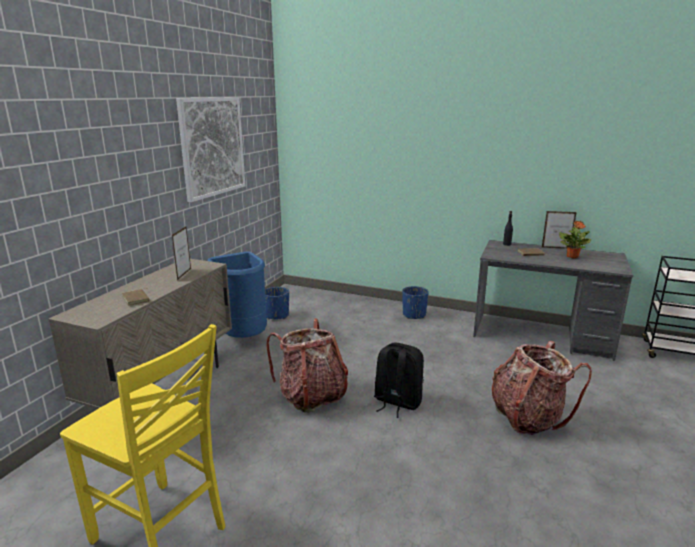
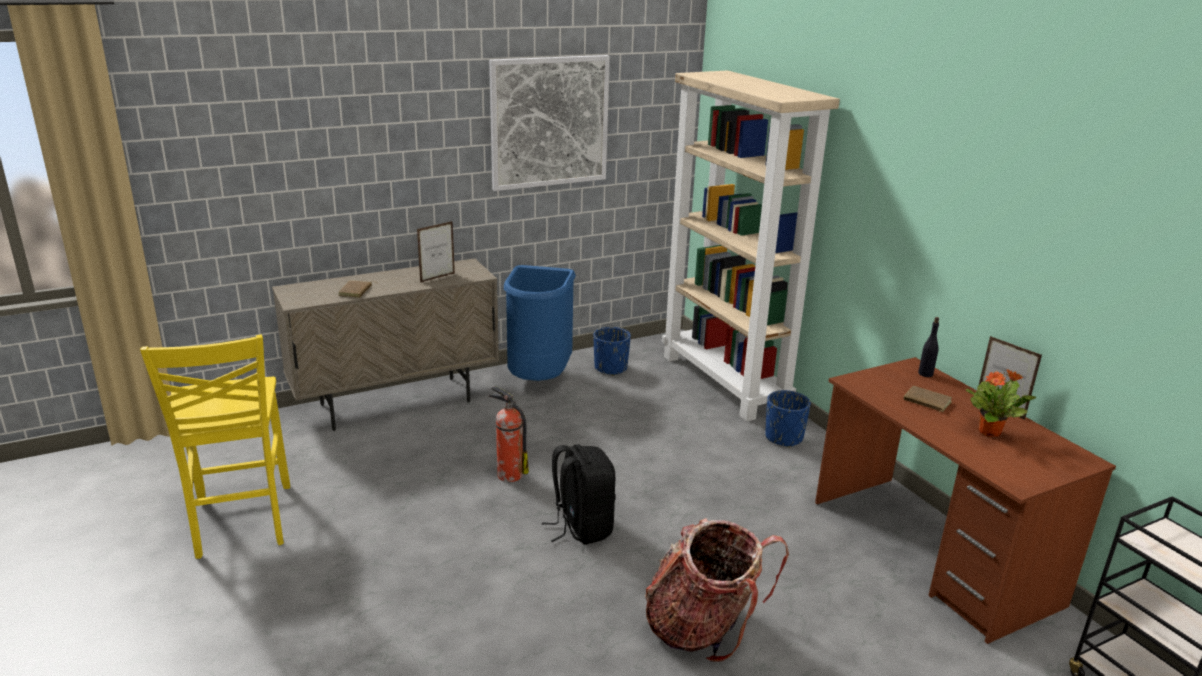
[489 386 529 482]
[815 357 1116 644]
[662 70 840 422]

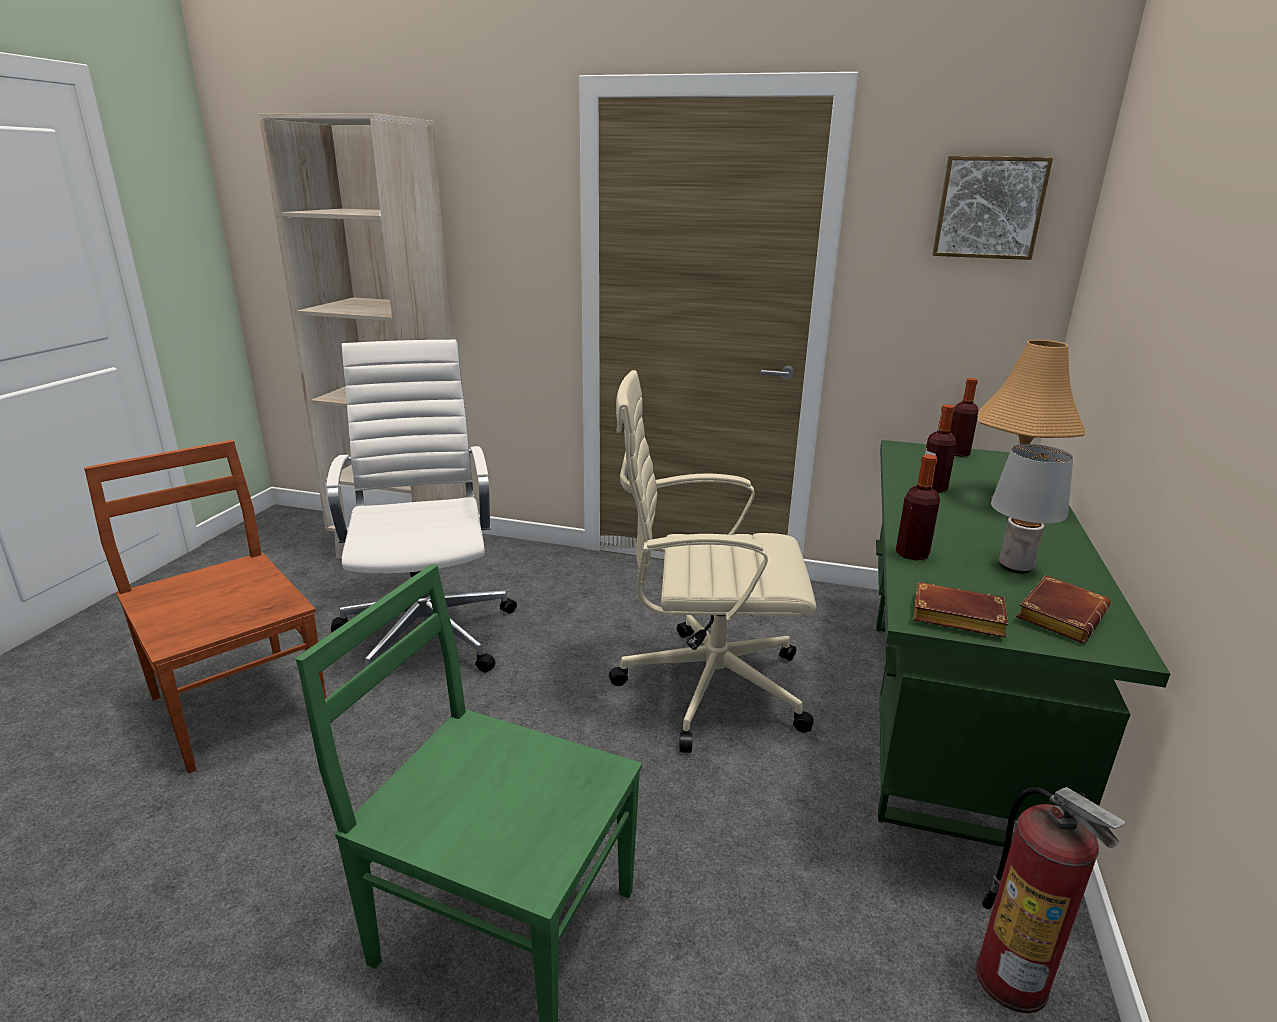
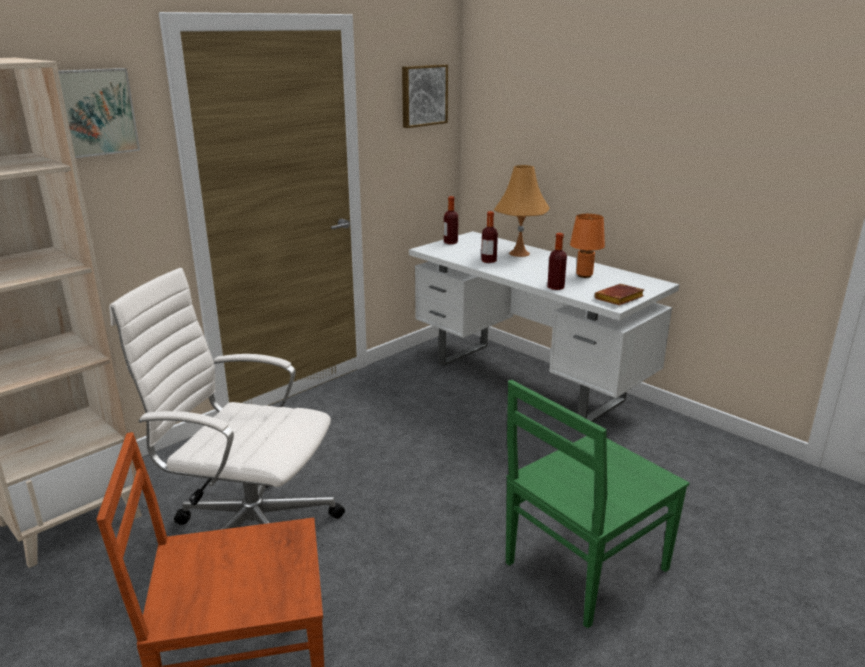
[609 370 816 753] (first image)
[409 231 679 422]
[976 787 1126 1013] (first image)
[570 214 605 278]
[1016 575 1110 643] (first image)
[58 68 140 158]

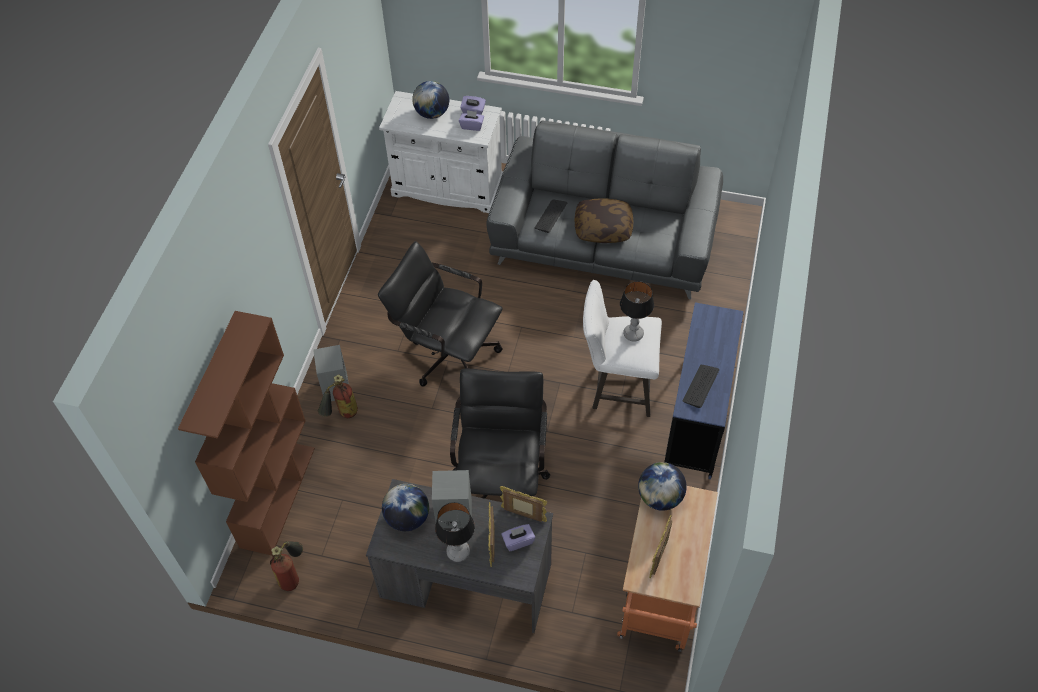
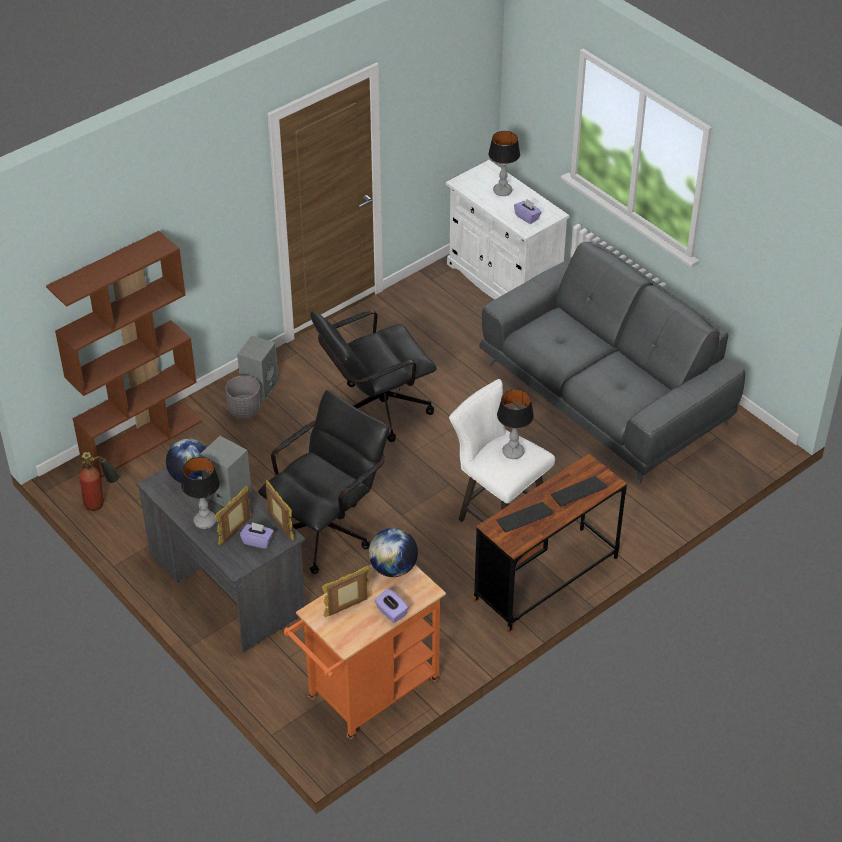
[225 376 261 418]
[311 310 437 442]
[488 131 520 196]
[374 588 409 623]
[551 476 607 506]
[574 198 634 243] (first image)
[473 454 627 632]

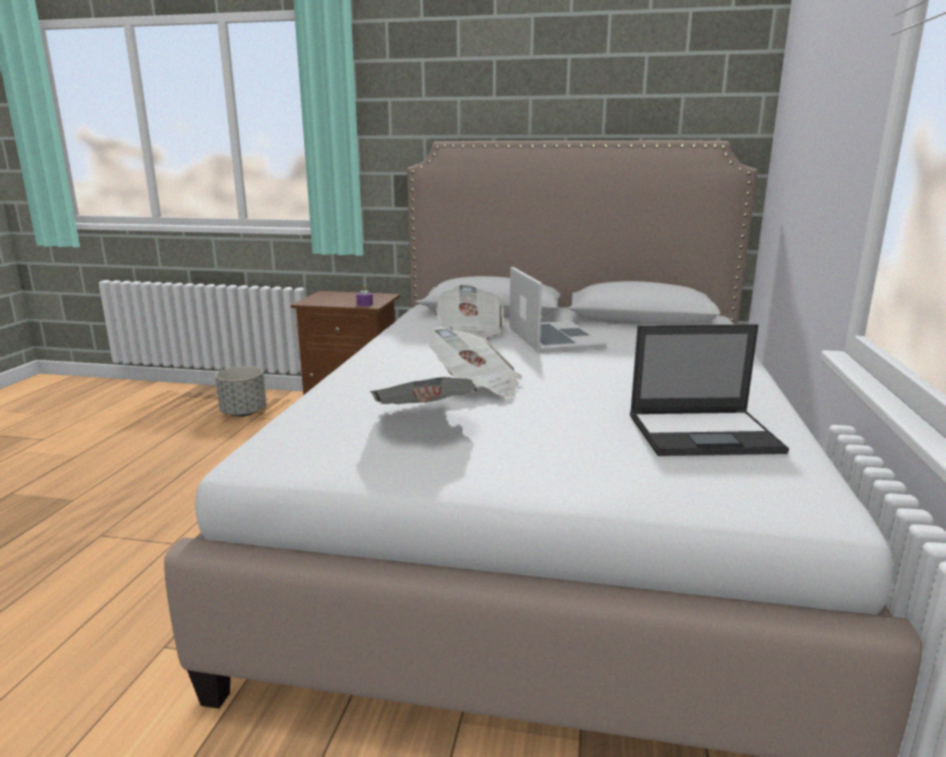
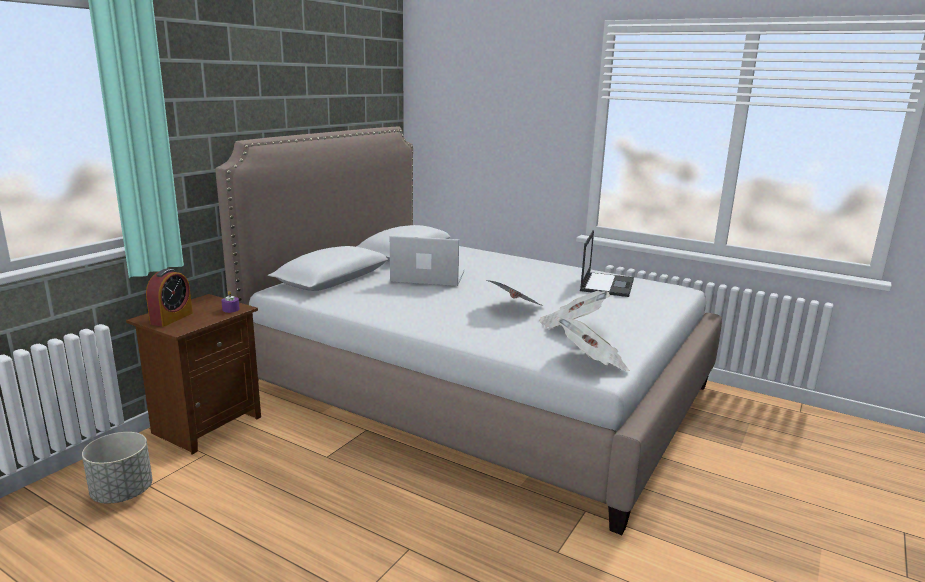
[556 318 630 371]
[146 269 193 327]

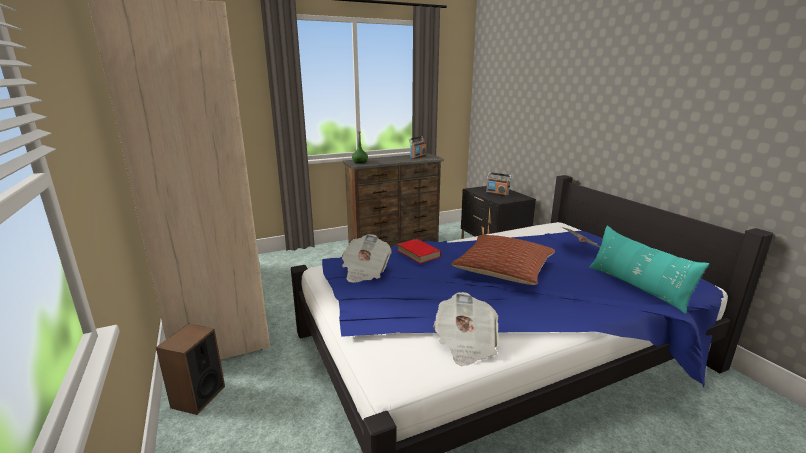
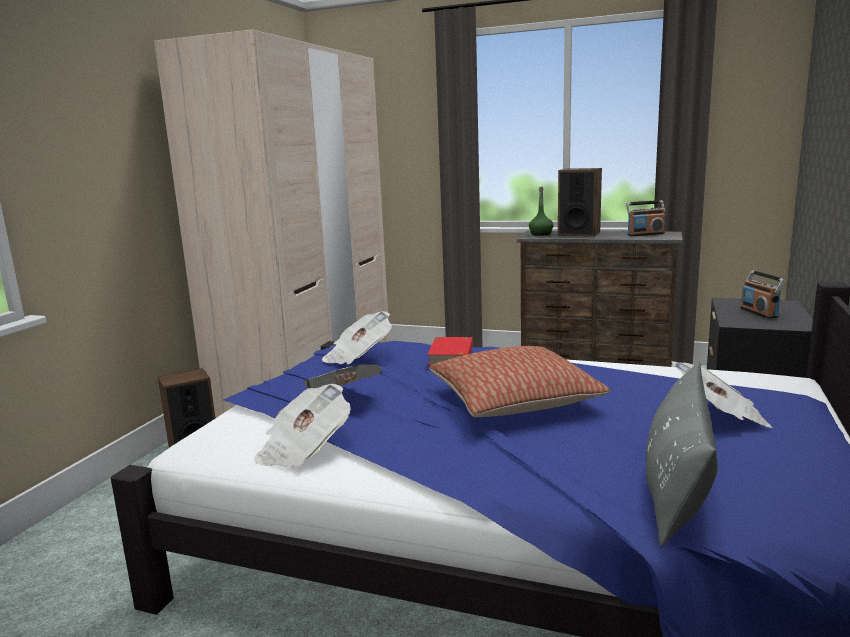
[646 361 718 547]
[304 364 383 388]
[558 168 602 236]

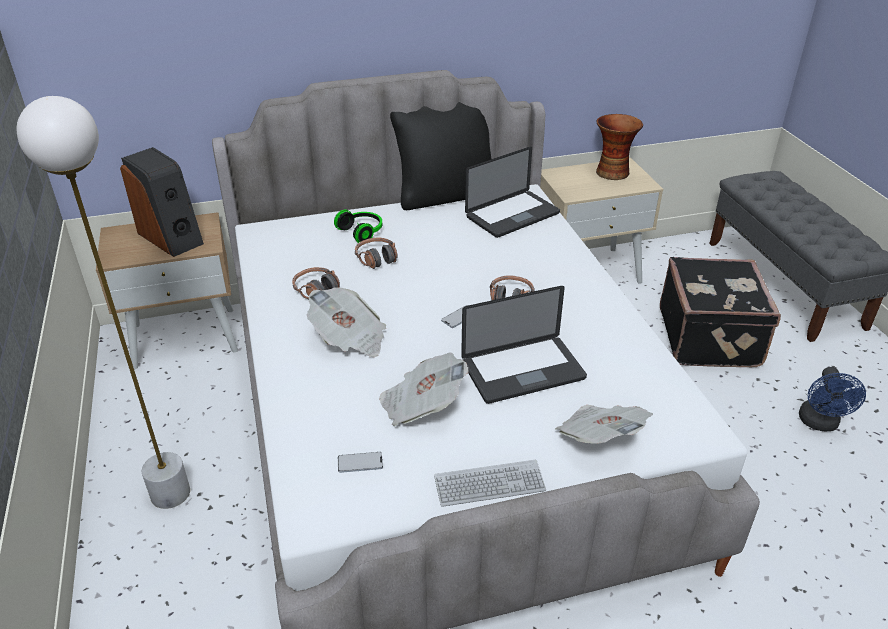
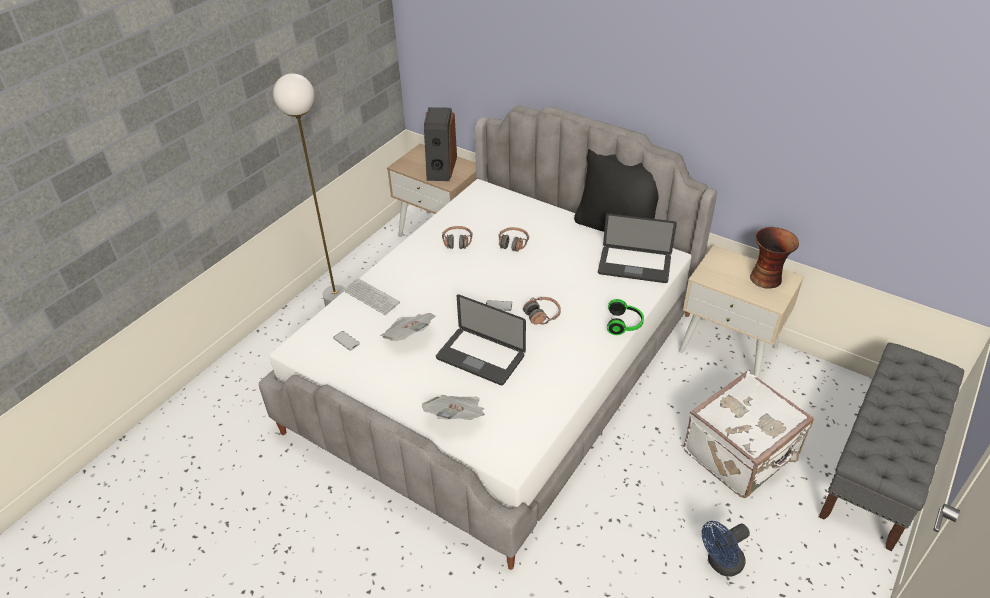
[307 287 386 357] (first image)
[607 299 644 335]
[343 278 400 315]
[684 370 813 498]

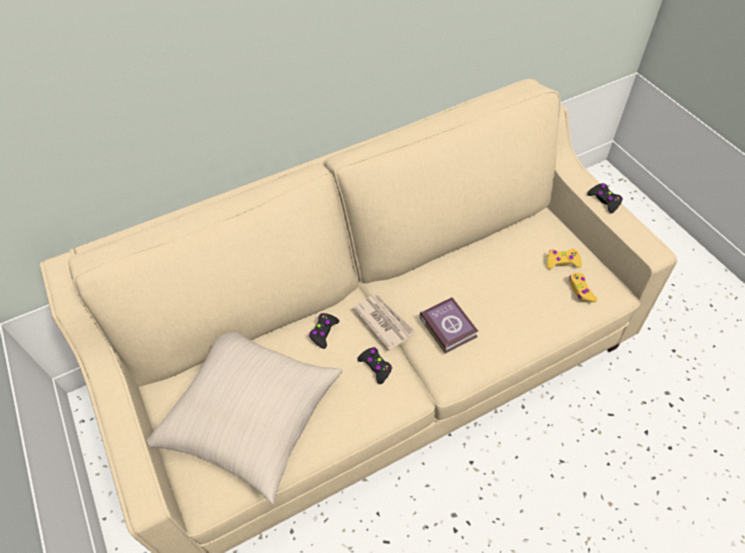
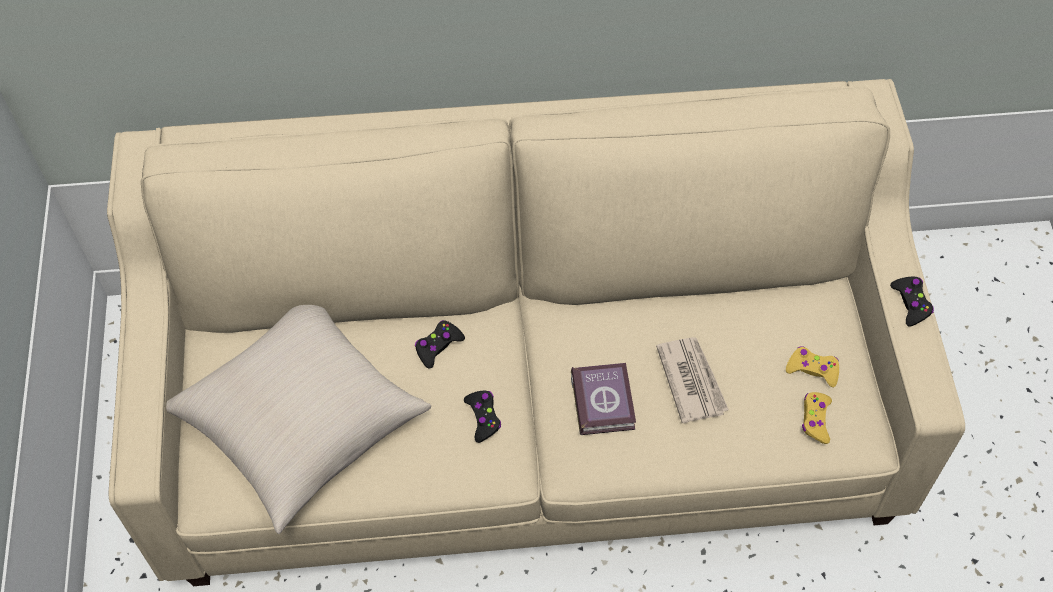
[656 337 729 423]

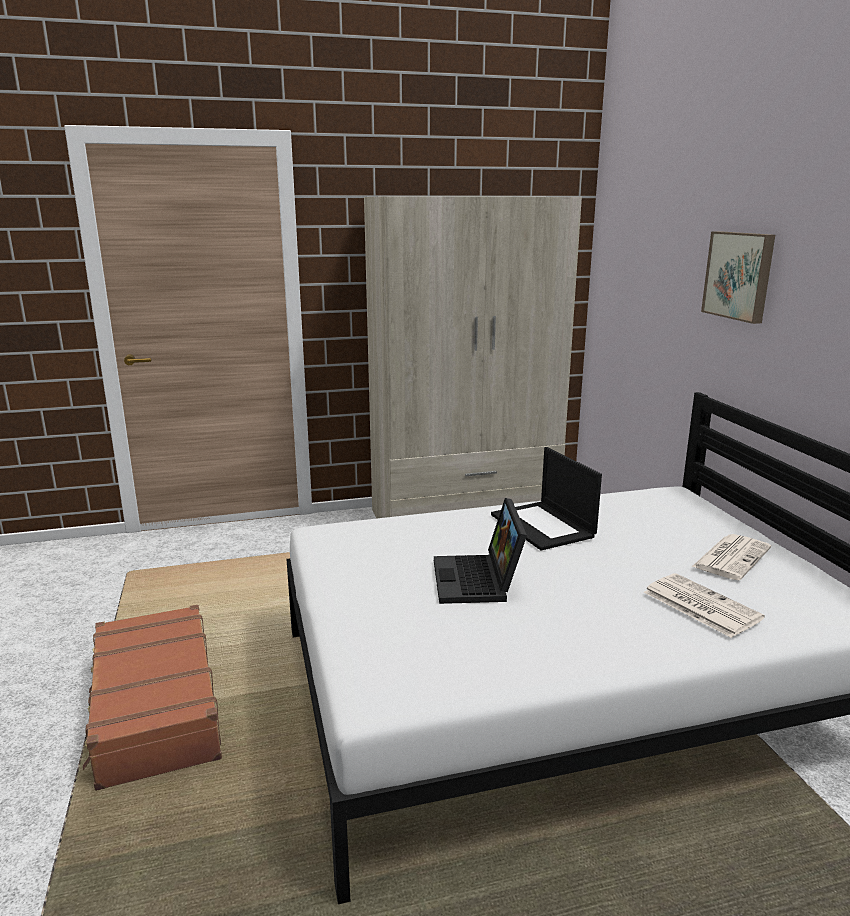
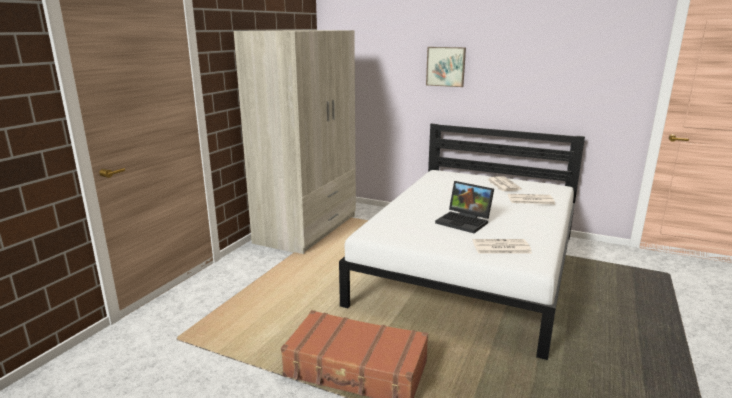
[491 447 602 551] (first image)
[473 239 532 253]

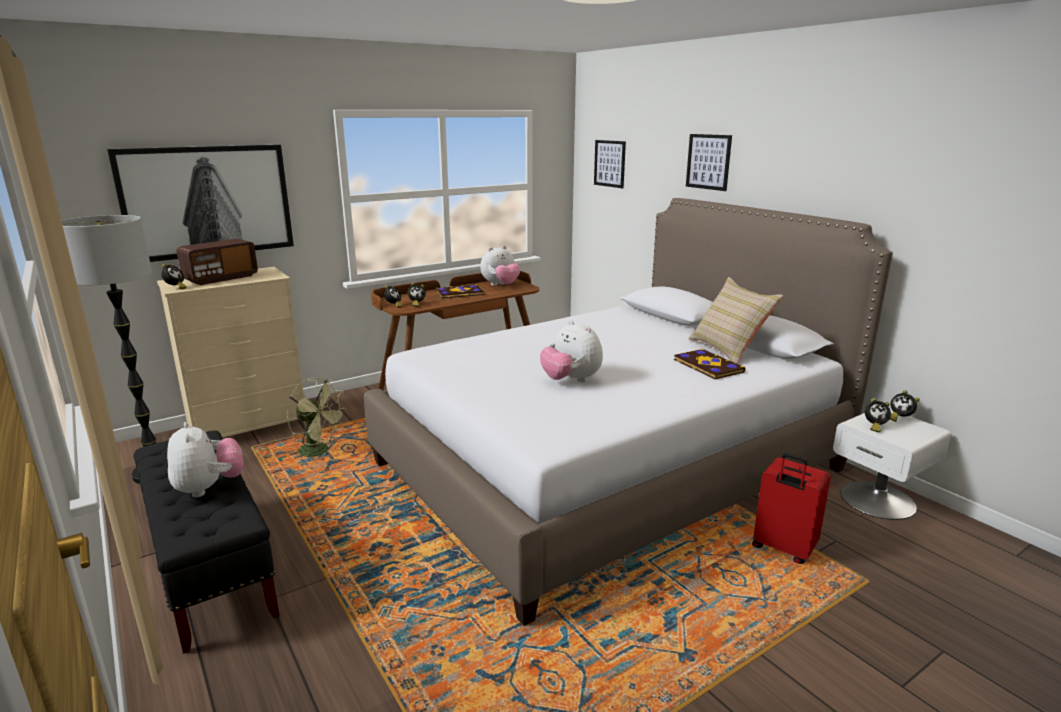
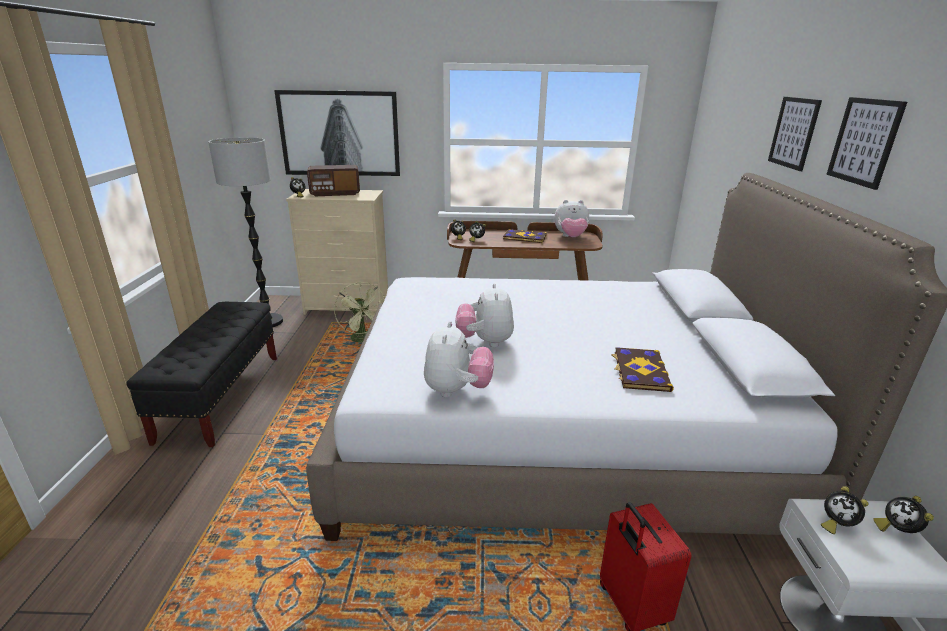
[424 321 494 397]
[826 97 907 190]
[689 277 783 364] (first image)

